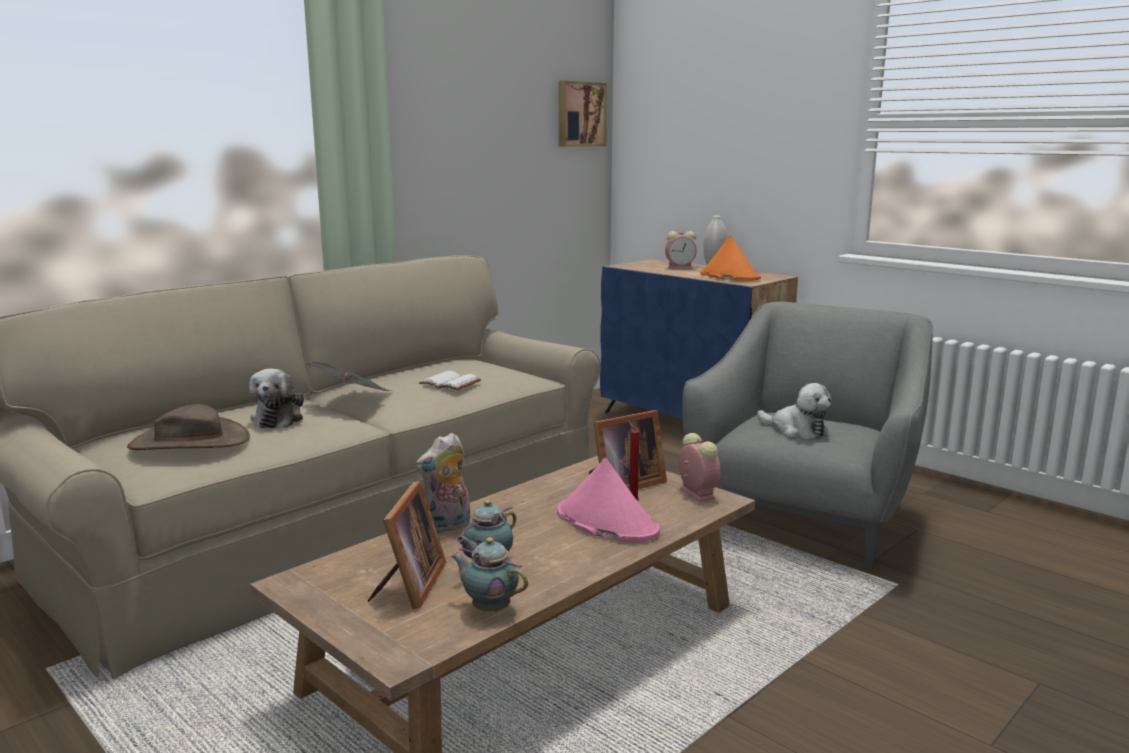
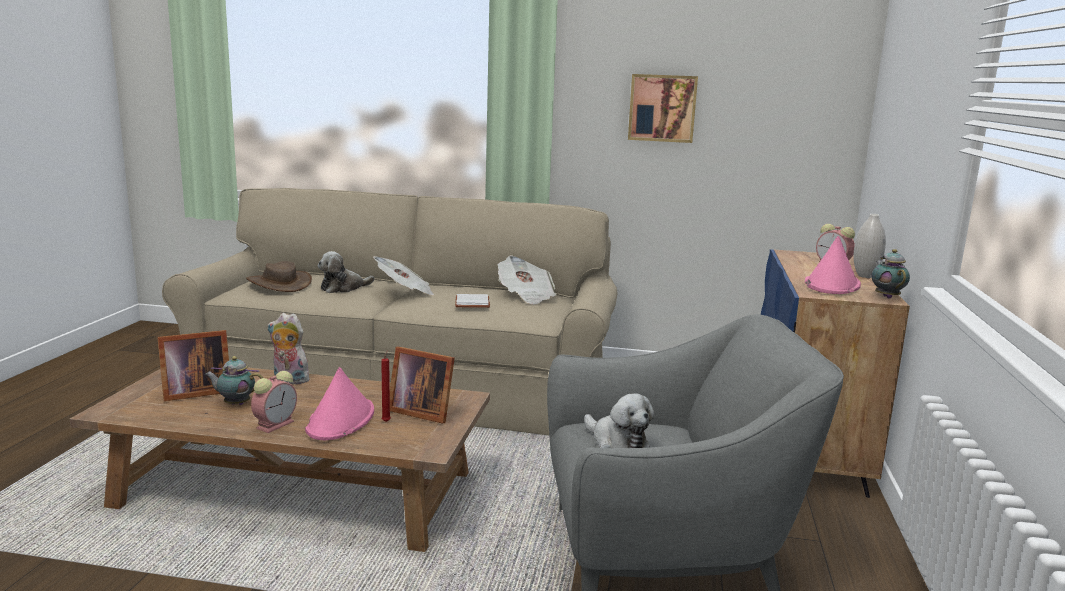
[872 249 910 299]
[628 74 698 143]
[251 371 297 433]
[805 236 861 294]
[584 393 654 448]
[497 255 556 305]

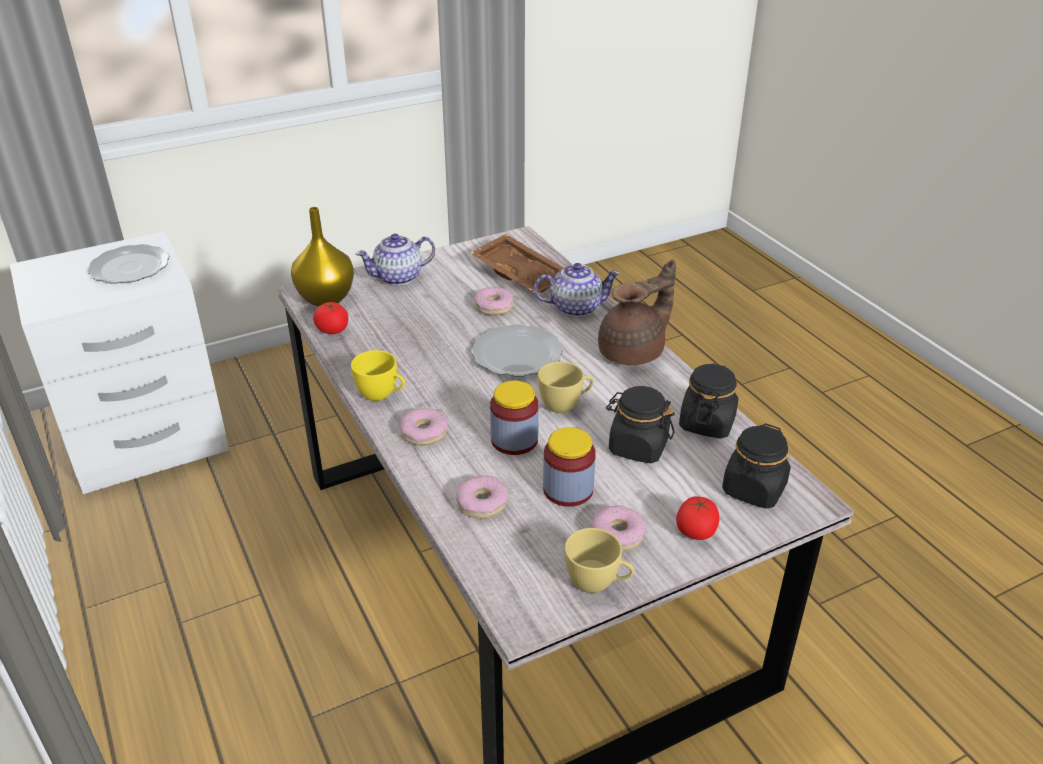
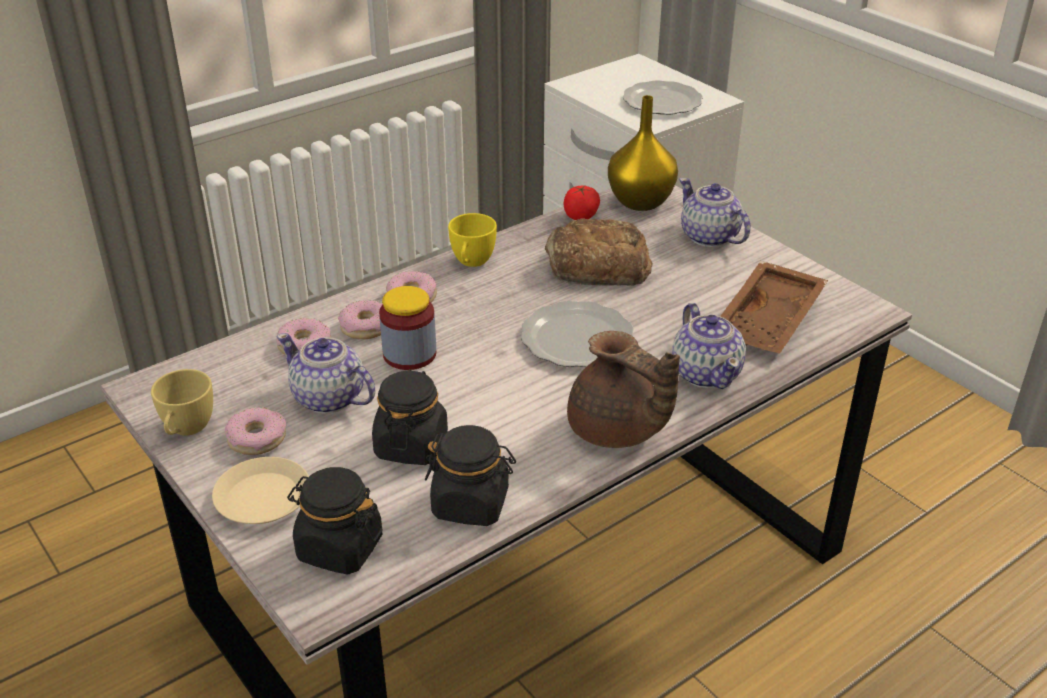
[338 300 383 339]
[538 361 594 413] (first image)
[277 333 376 414]
[212 457 309 524]
[545 218 653 286]

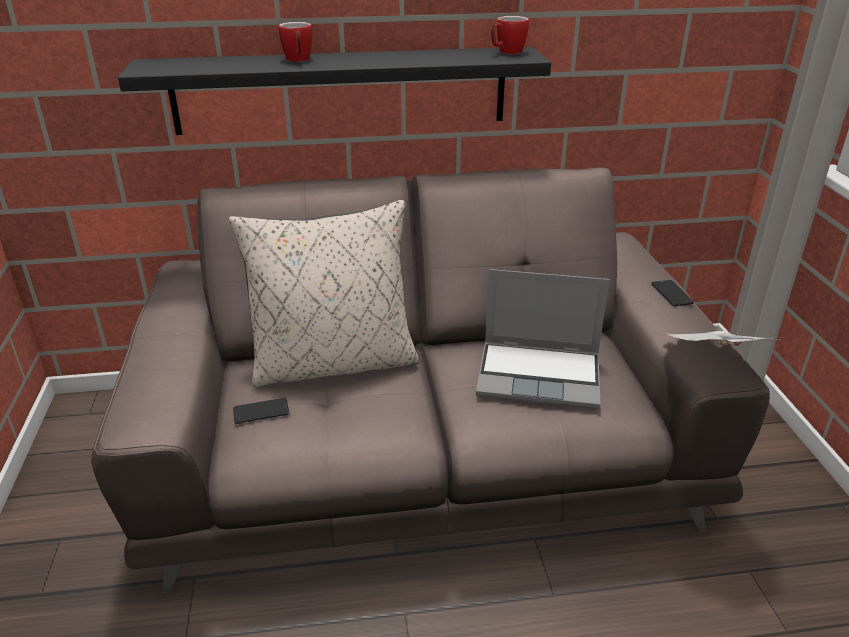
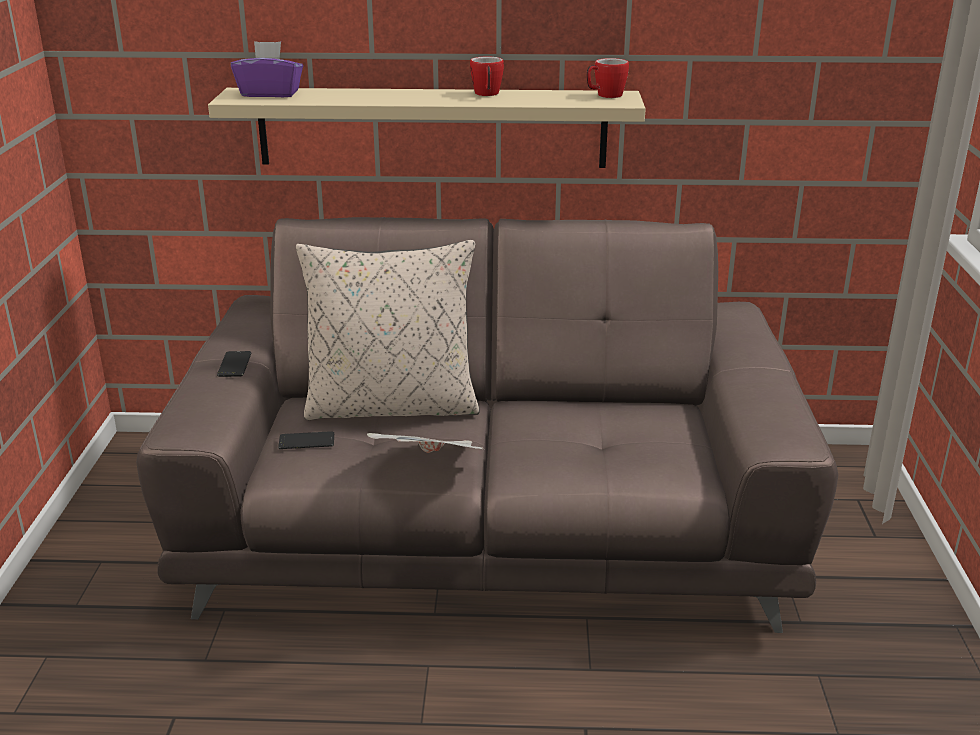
[208 88 646 168]
[470 56 504 96]
[476 269 610 409] (first image)
[217 351 251 377]
[367 433 484 453]
[231 41 303 97]

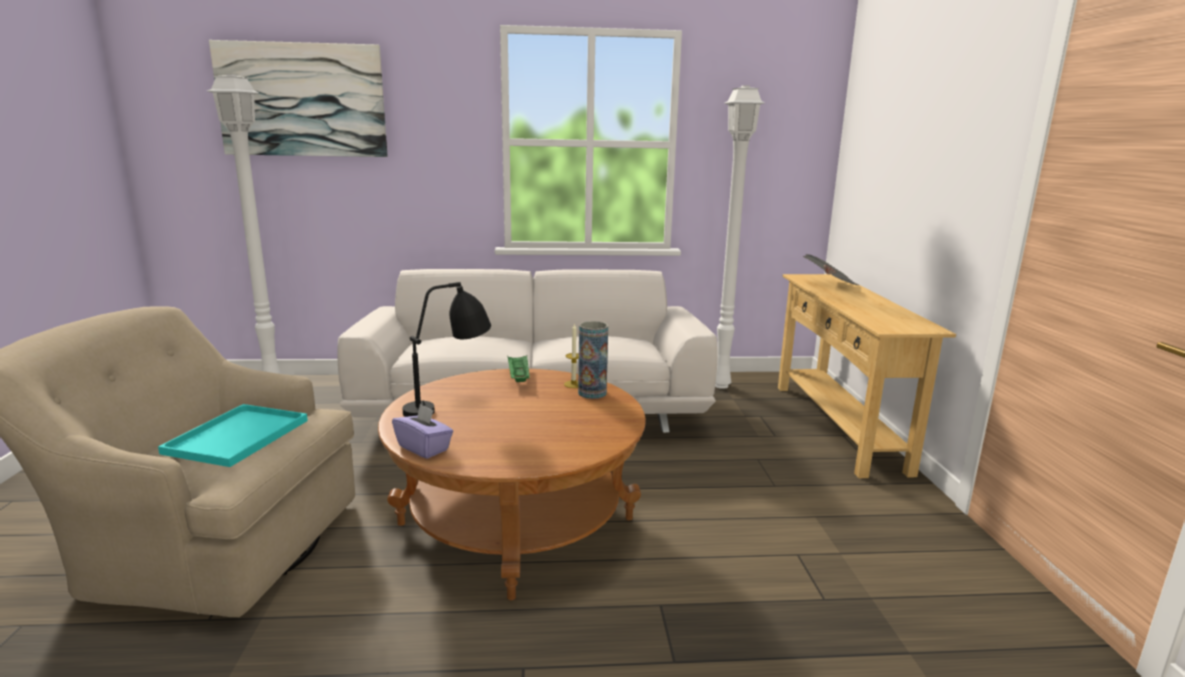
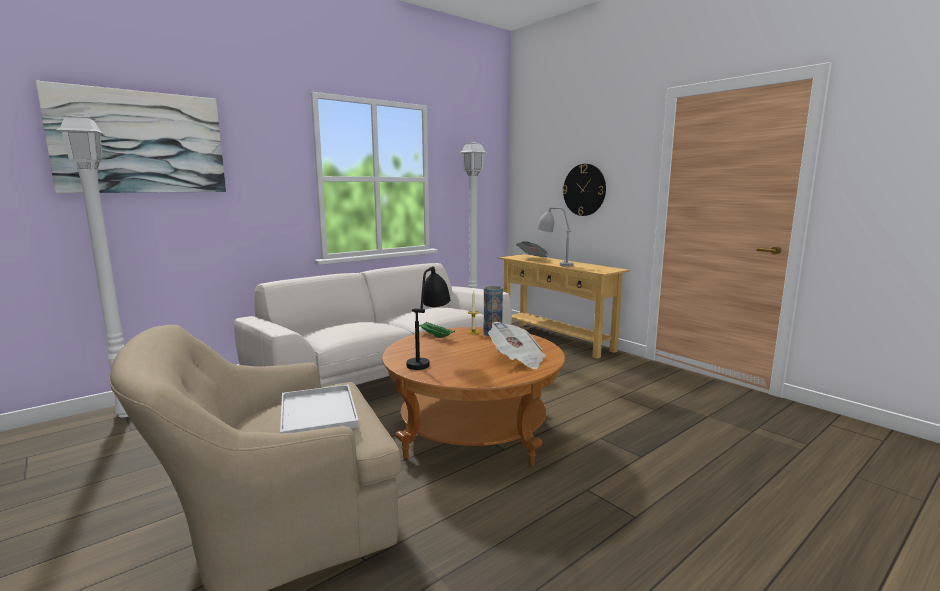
[280 384 359 433]
[392 404 453 459] (first image)
[488 322 546 369]
[536 207 574 267]
[563 164 606 216]

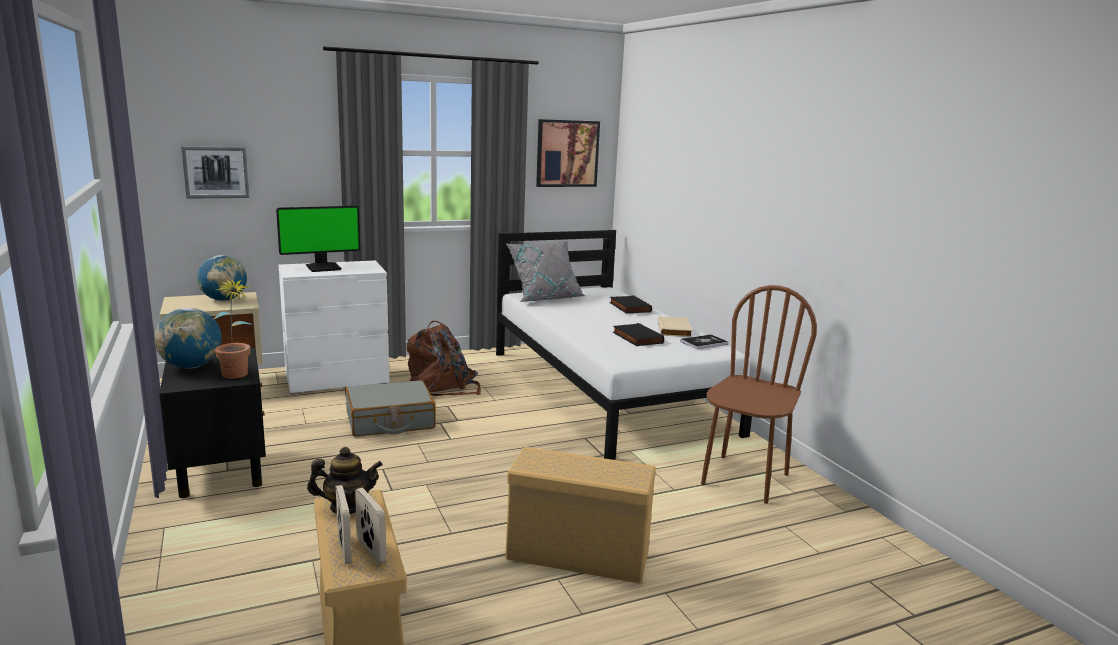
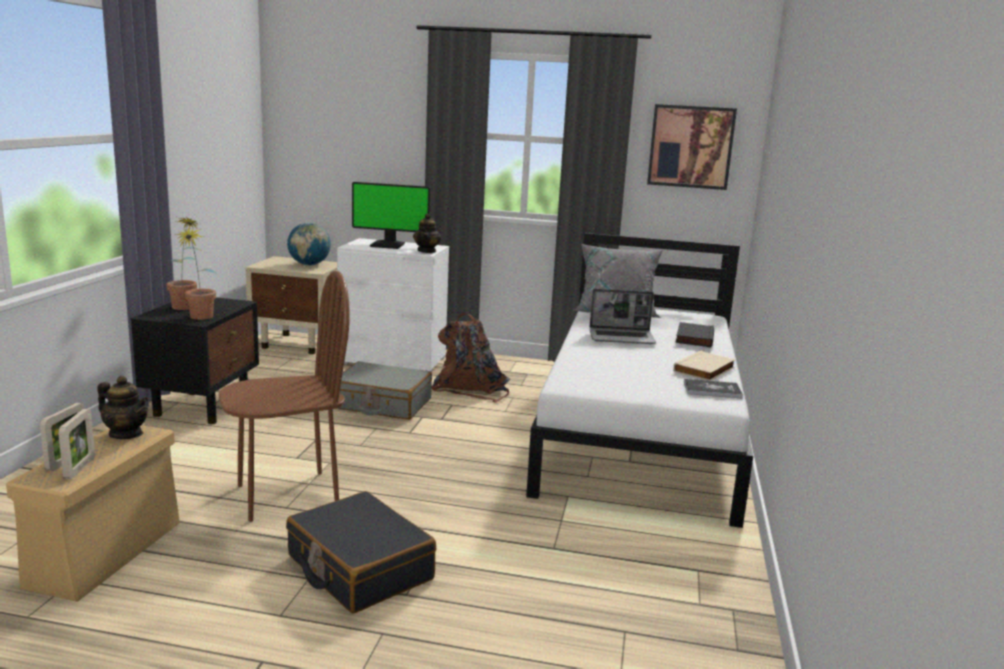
[166 217 202 310]
[181 146 250 199] (first image)
[286 491 436 613]
[613 323 664 346] (first image)
[218 270 350 522]
[413 213 441 253]
[589 289 656 344]

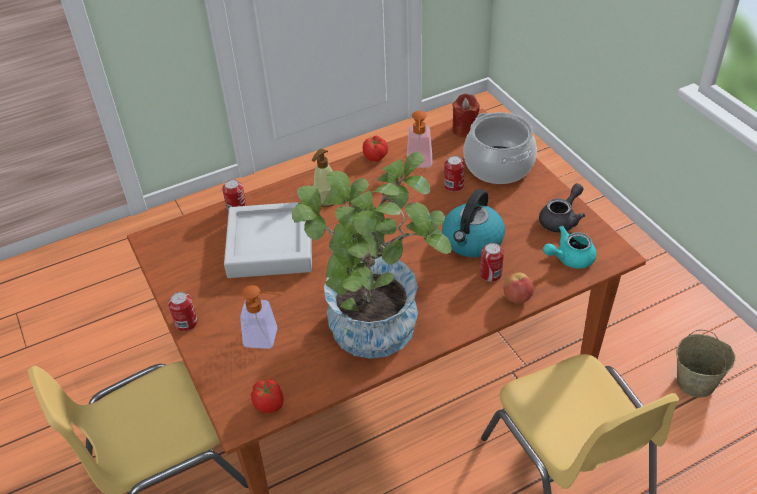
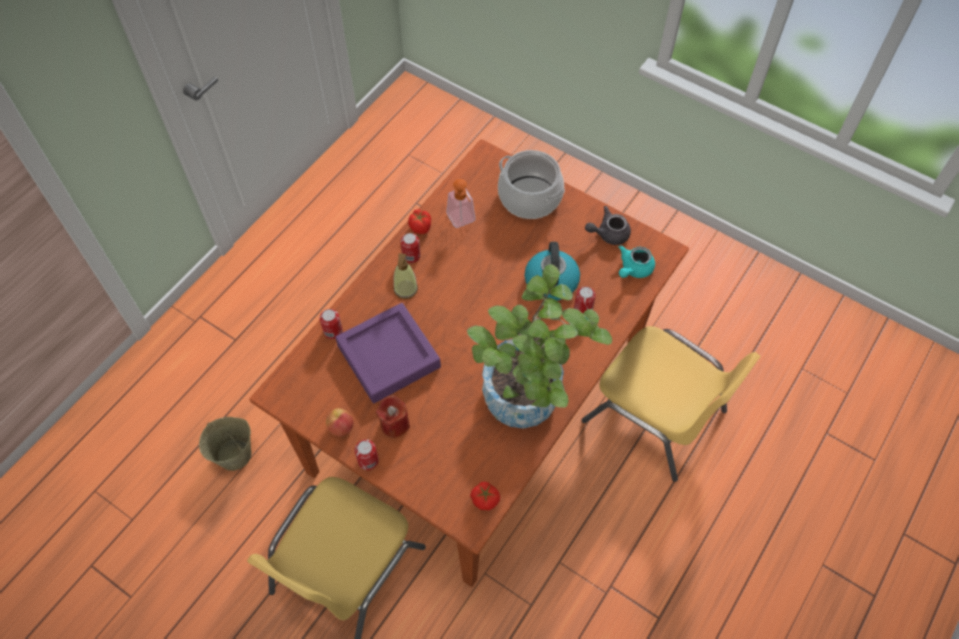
[335 303 441 403]
[240 285 282 349] (first image)
[400 233 421 263]
[376 395 410 438]
[326 408 354 437]
[585 206 631 245]
[199 417 252 471]

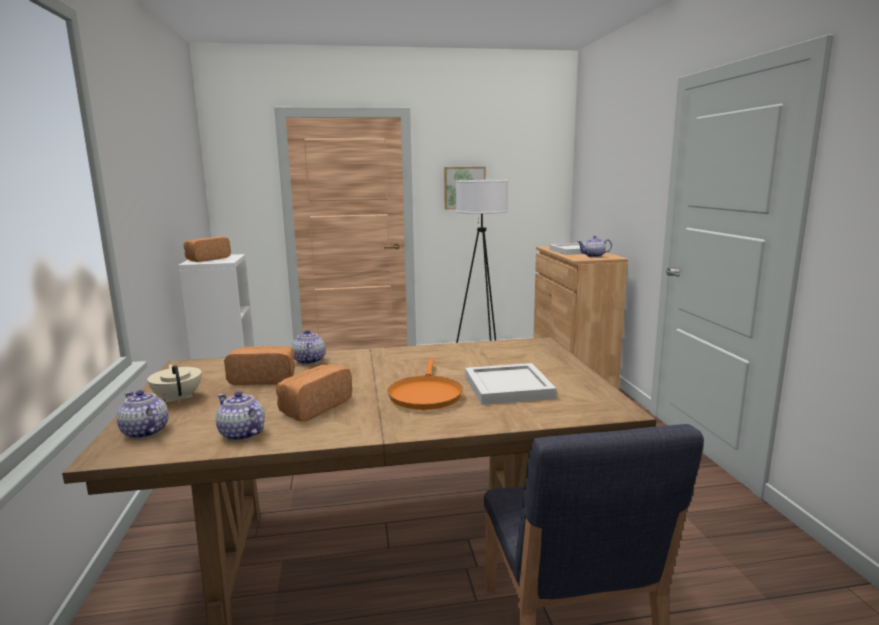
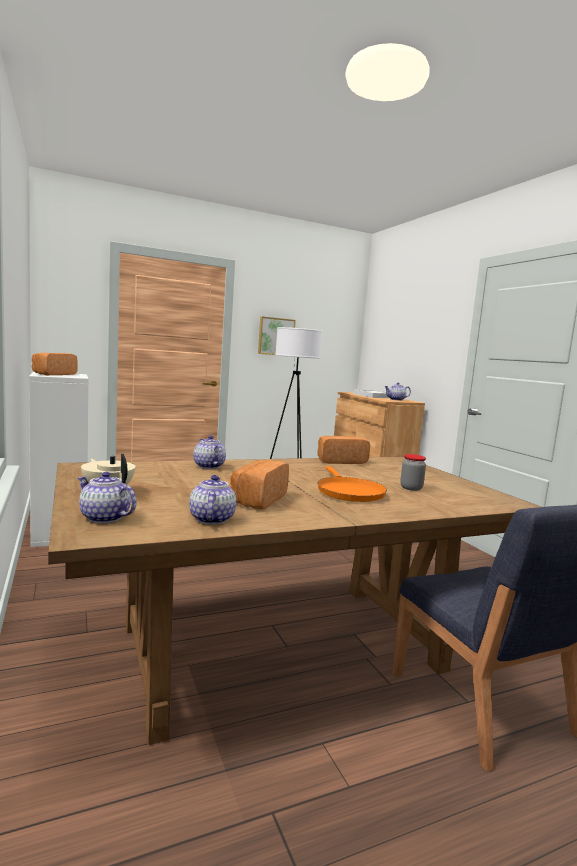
[189 475 236 525]
[317 436 370 464]
[400 454 426 491]

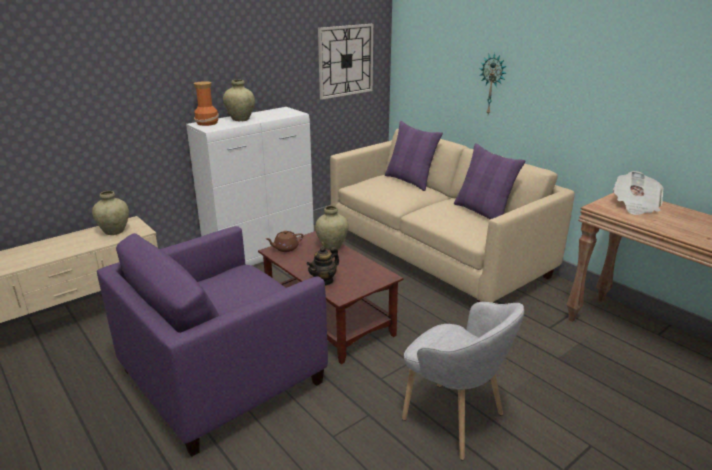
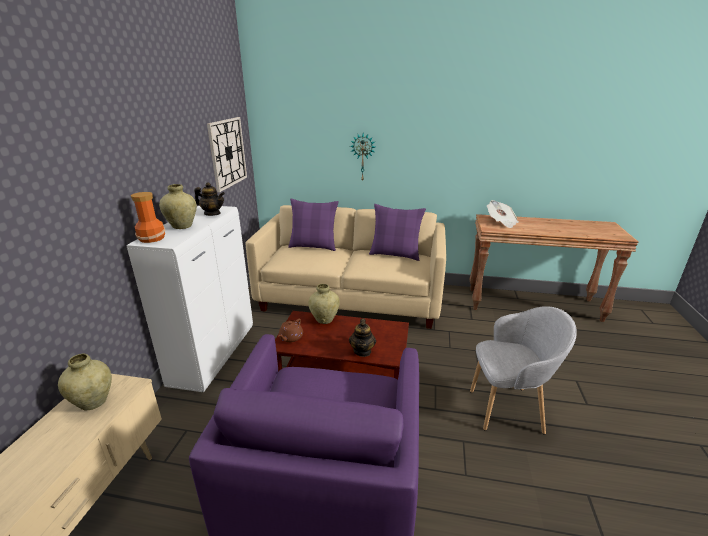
[194 182 225 216]

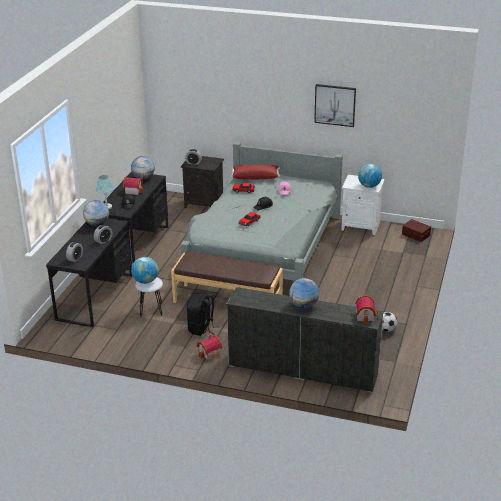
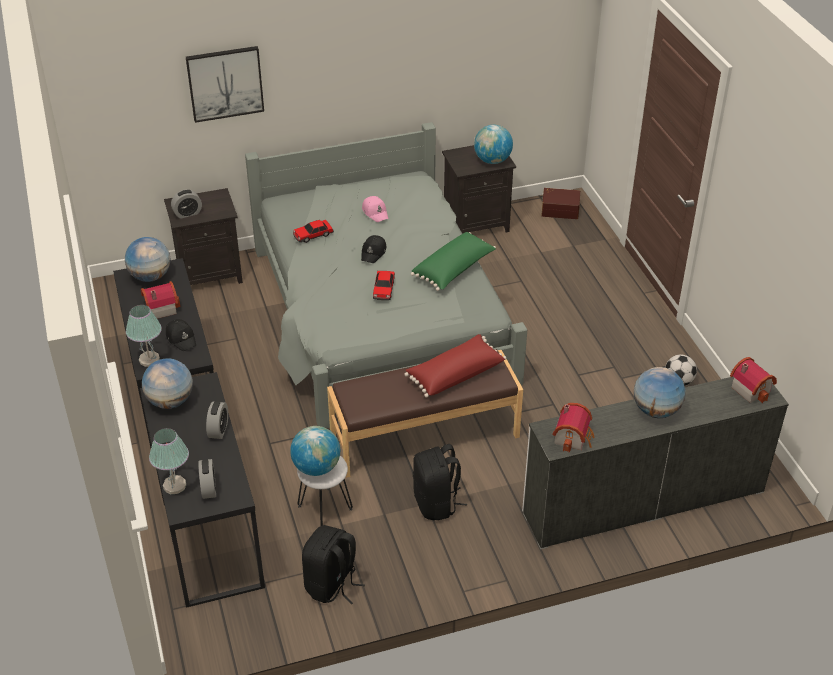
[552 403 595 453]
[405 334 507 398]
[186 46 264 123]
[442 145 516 234]
[149 428 189 494]
[302 525 365 604]
[411 232 496 291]

